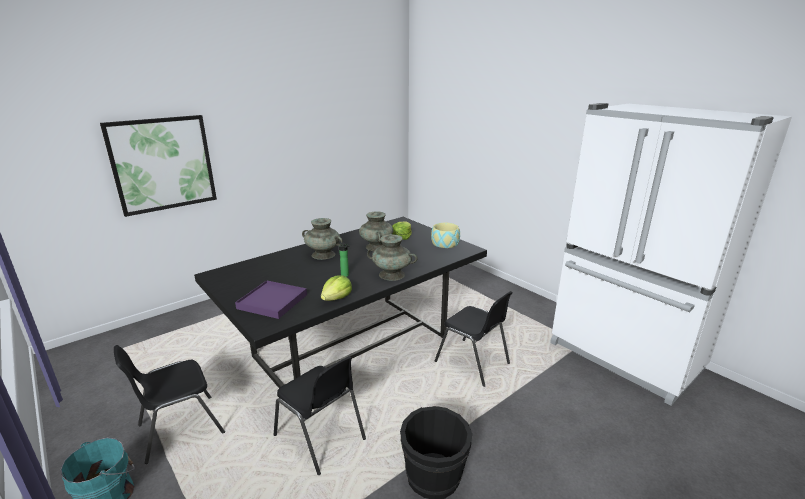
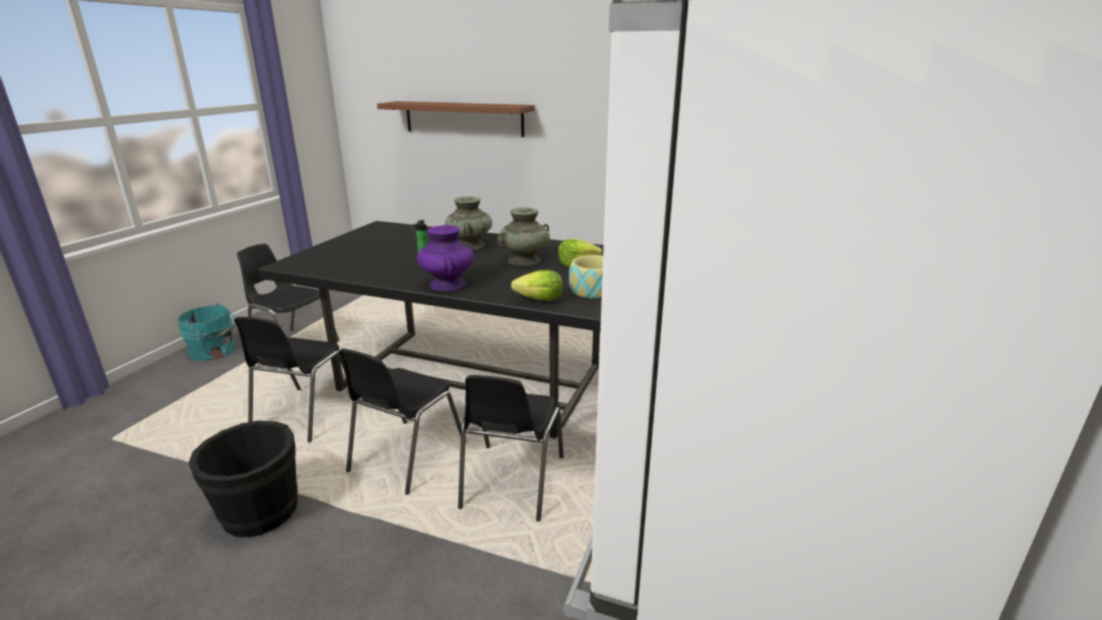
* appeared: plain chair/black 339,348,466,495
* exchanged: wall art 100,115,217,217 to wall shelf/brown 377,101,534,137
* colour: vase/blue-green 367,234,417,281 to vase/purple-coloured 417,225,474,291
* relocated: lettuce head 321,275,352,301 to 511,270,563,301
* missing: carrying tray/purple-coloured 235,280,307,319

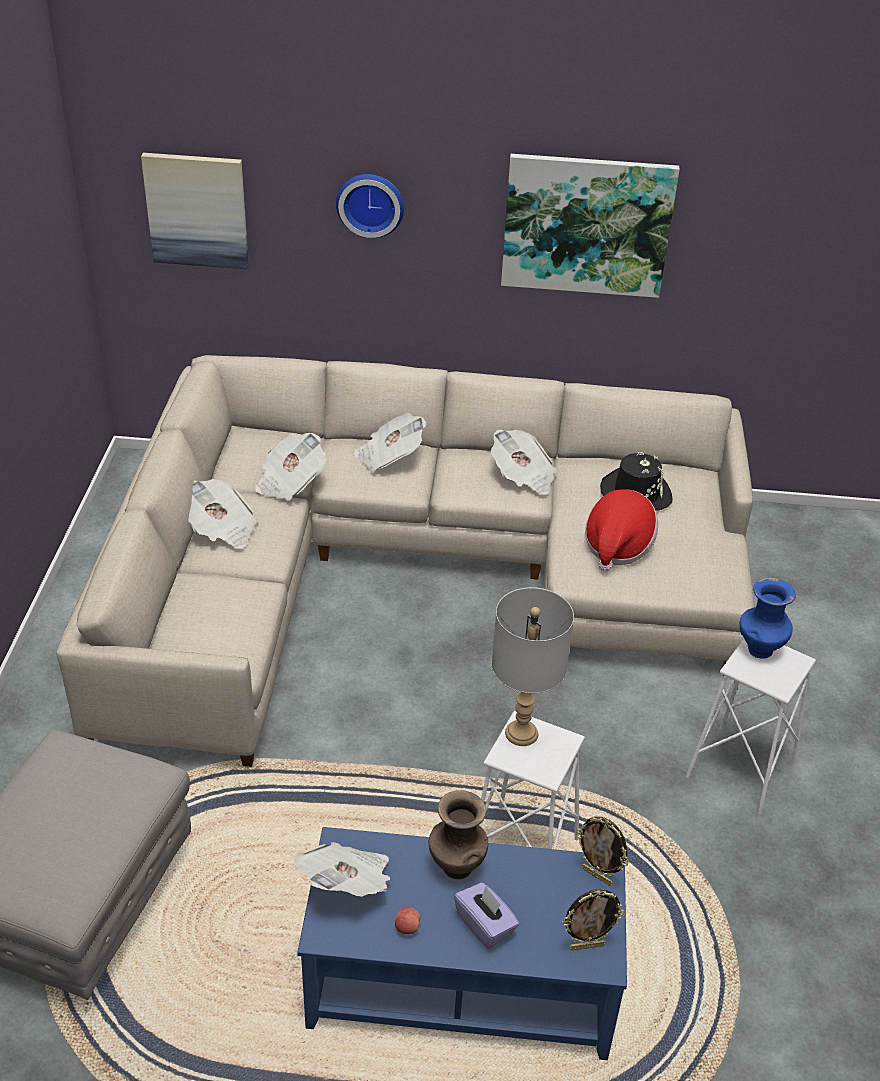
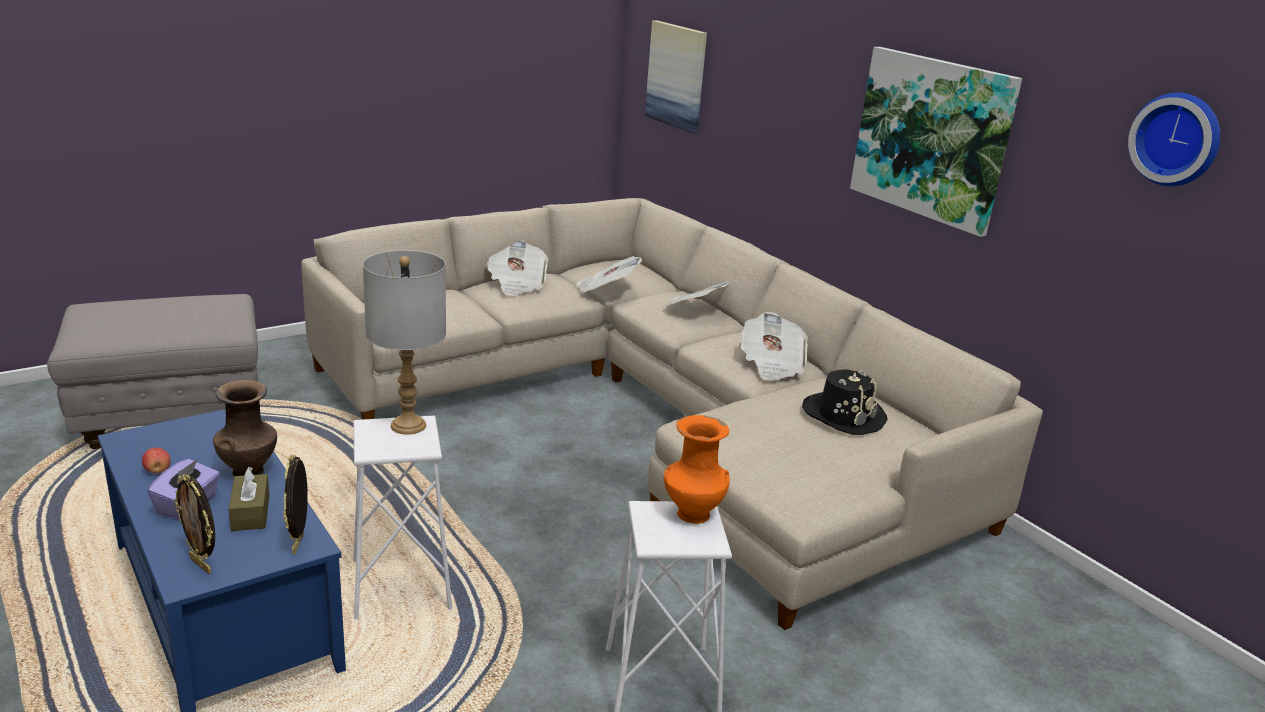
* appeared: tissue box/brown 229,467,270,531
* colour: vase/blue-coloured 739,578,796,659 to vase/orangey 664,415,730,524
* relocated: clock on the wall 336,174,404,238 to 1128,92,1221,186
* missing: newspaper 294,842,391,897
* missing: wearable hat 585,489,658,571

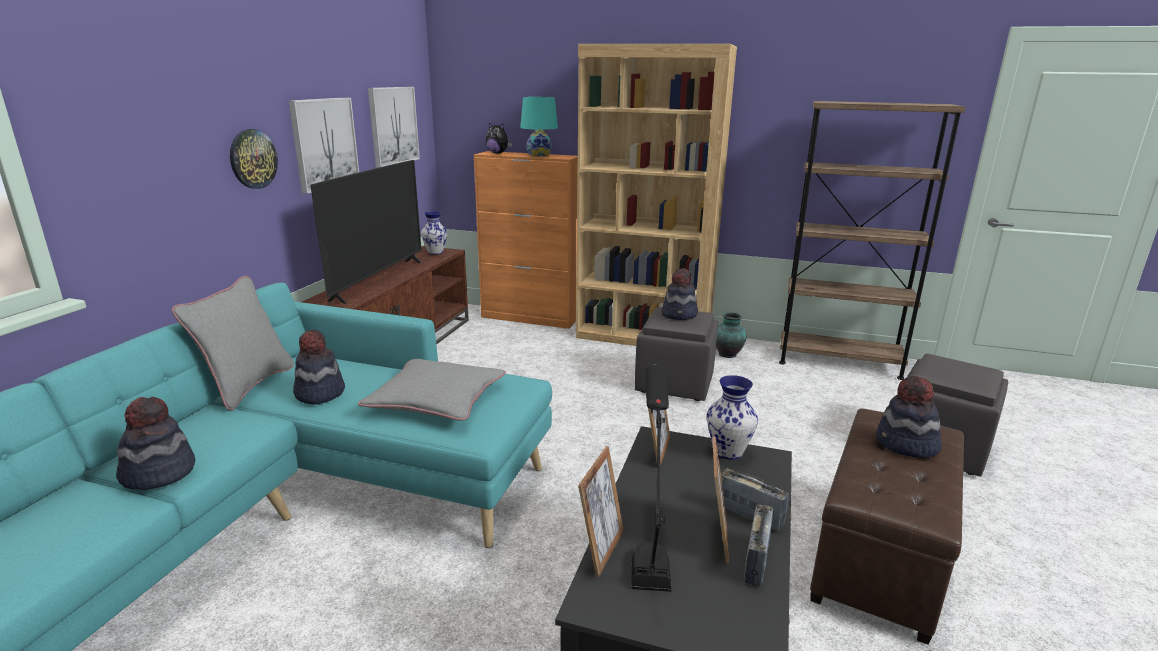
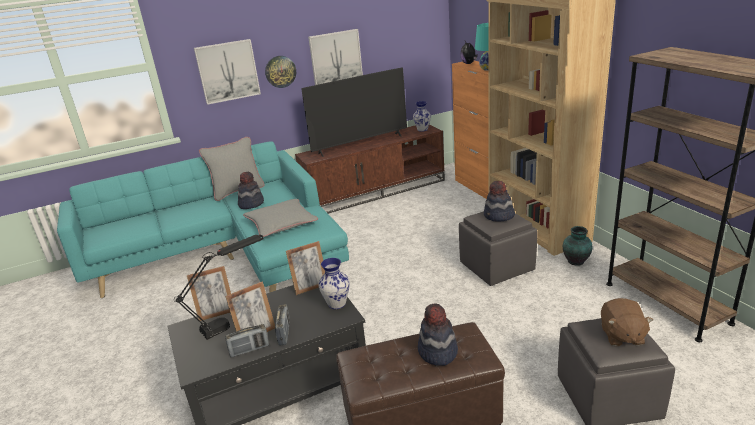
* relocated: wall art 368,87,420,168 to 194,39,261,105
* appeared: cuddly toy/brown 601,298,653,346
* missing: wearable hat 116,397,195,490

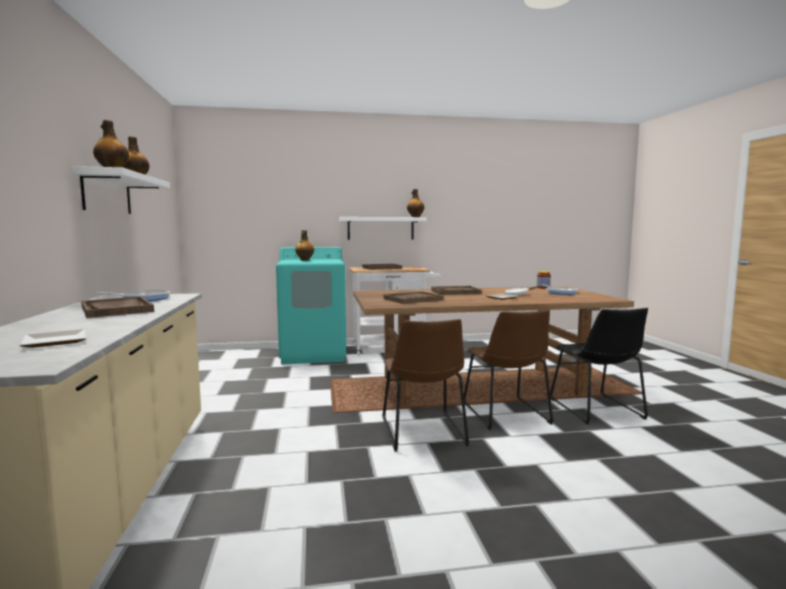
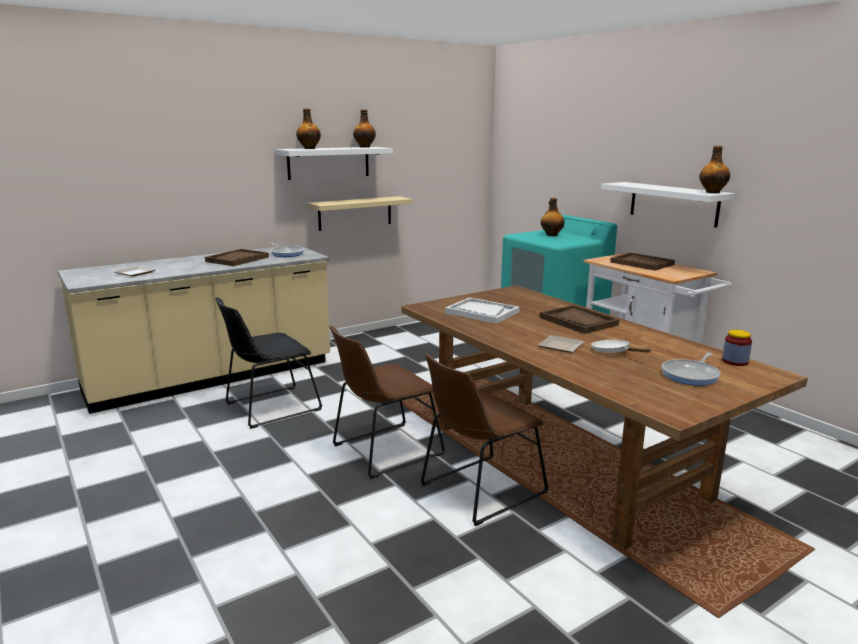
* relocated: plain chair/black 550,308,648,424 to 215,297,322,429
* appeared: wall shelf/beige-coloured 308,196,413,231
* colour: carrying tray/brown 383,291,443,304 to carrying tray/whitish 445,298,520,324

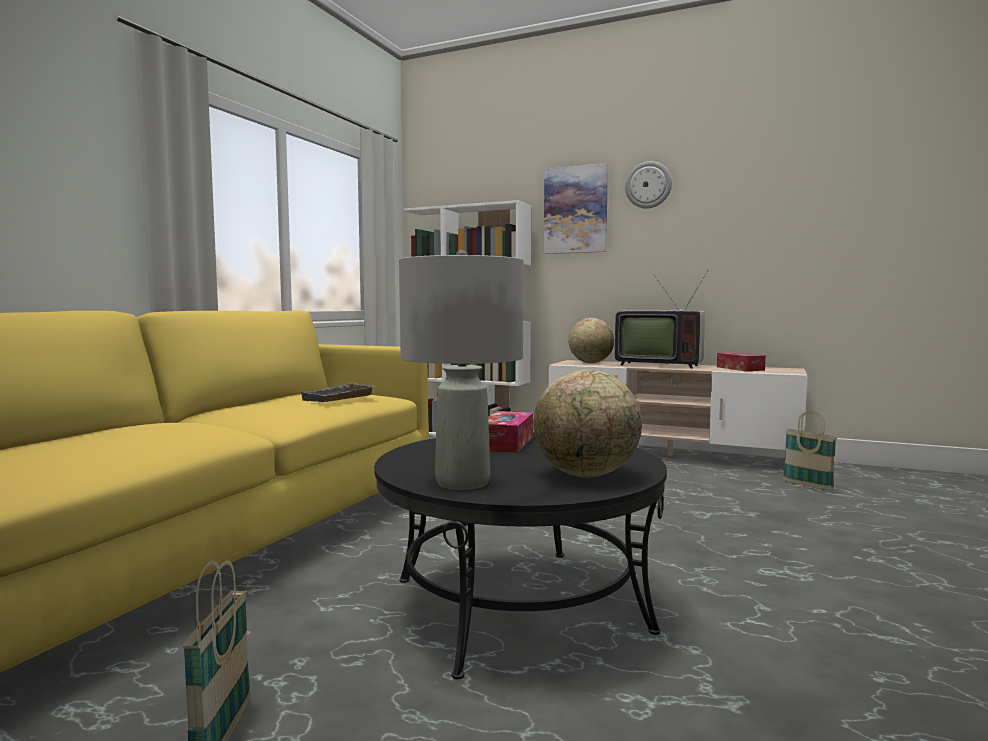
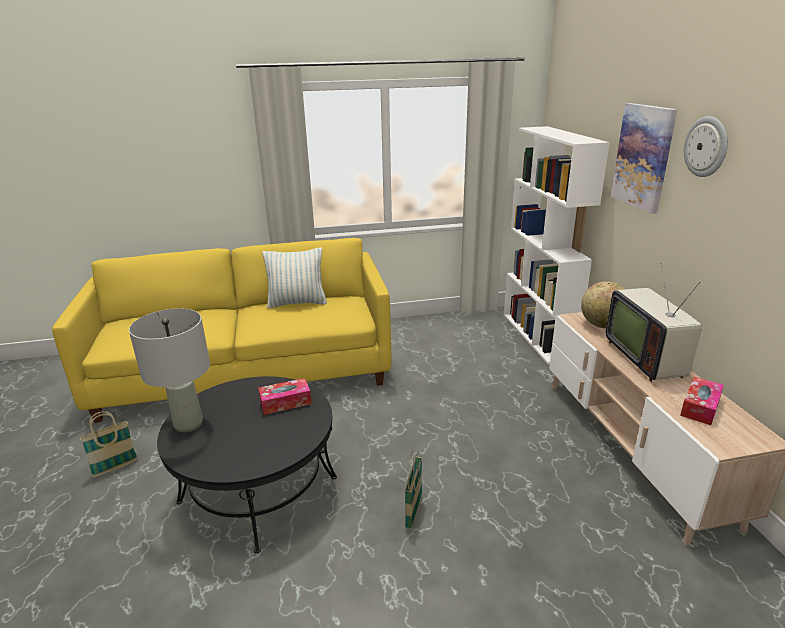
* appeared: pillow 262,248,327,308
* relocated: household basket 782,411,837,490 to 405,451,422,530
* missing: carrying tray/gray 301,382,375,402
* missing: globe 534,370,642,477

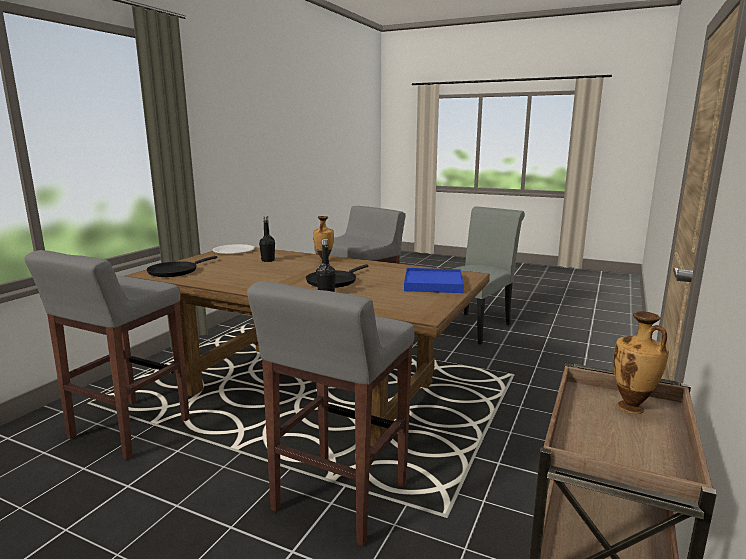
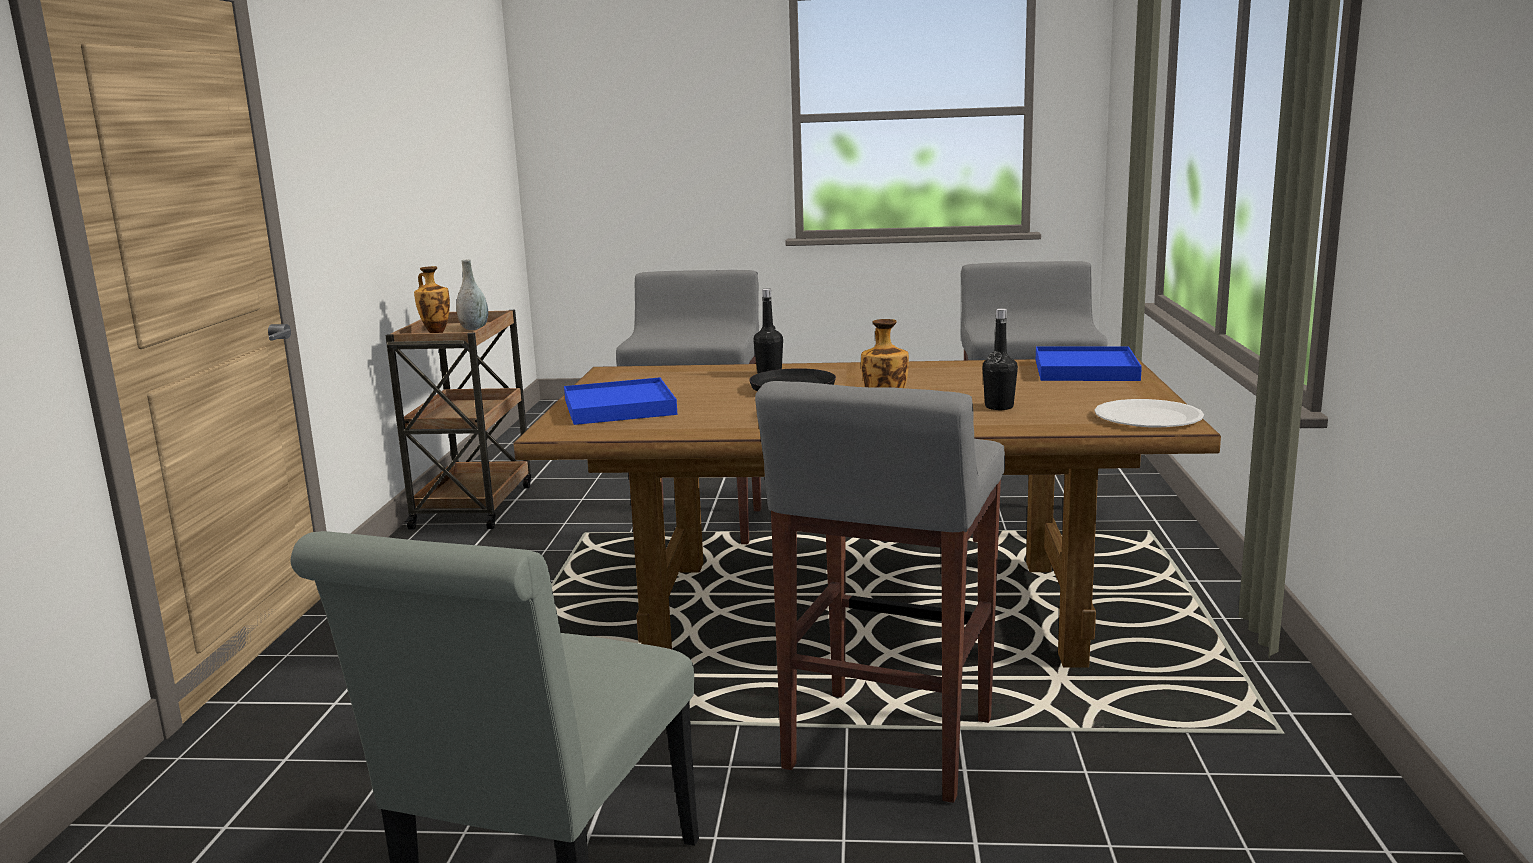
* appeared: vase/gray 456,259,488,330
* exchanged: skillet/black 147,256,217,277 to carrying tray/blue-coloured 1036,346,1142,381

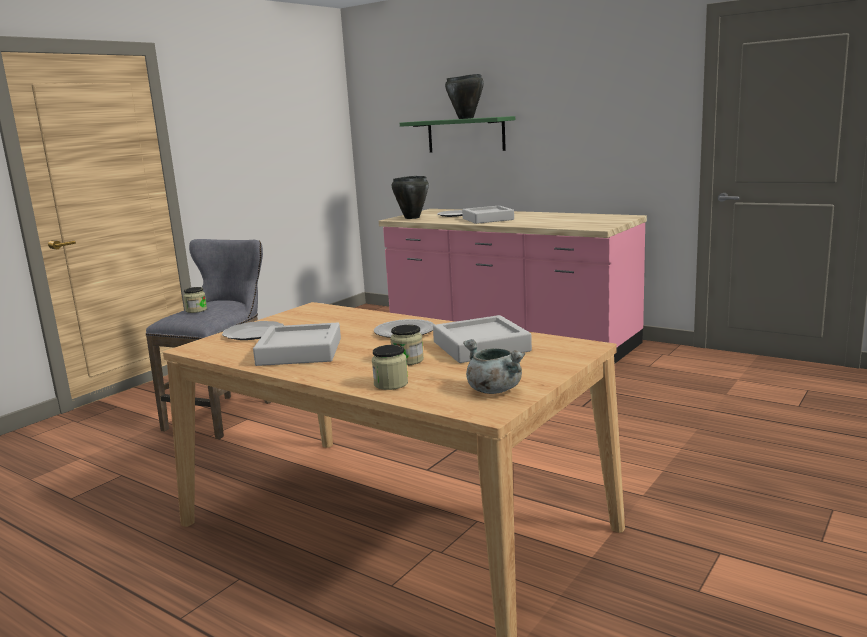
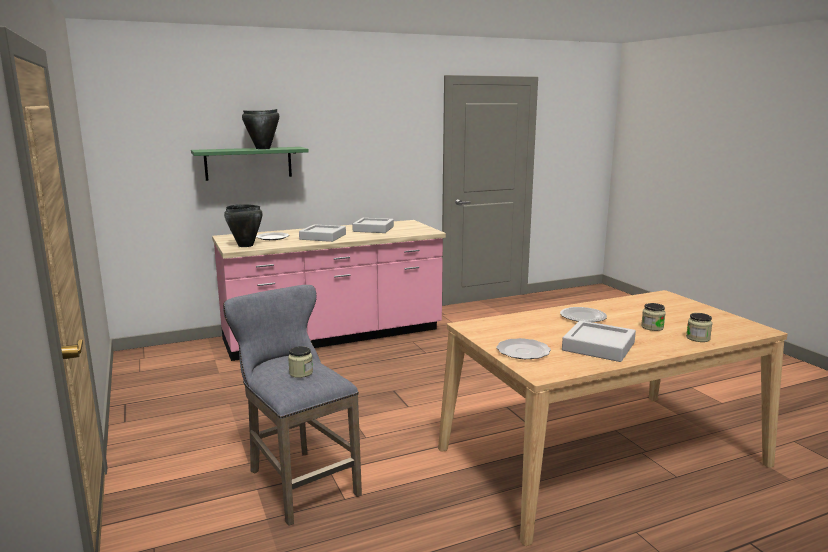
* relocated: carrying tray/gray 433,315,532,363 to 352,218,394,233
* missing: cooking pot/gray 463,339,525,394

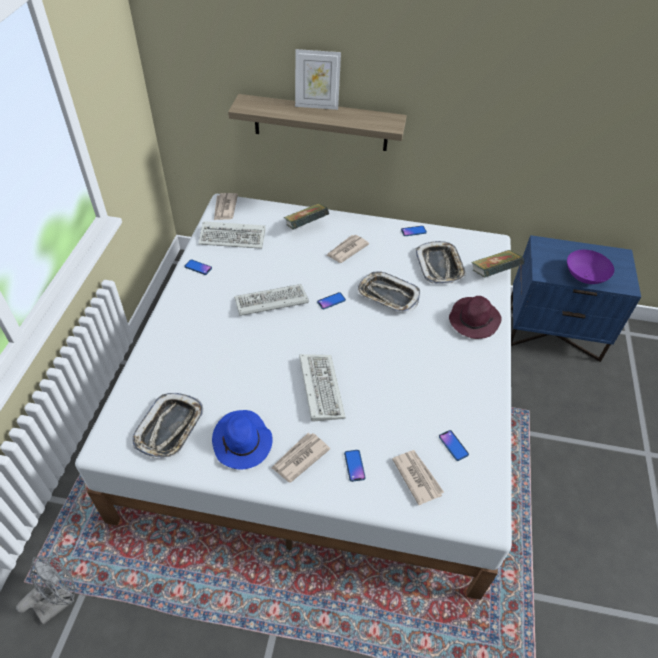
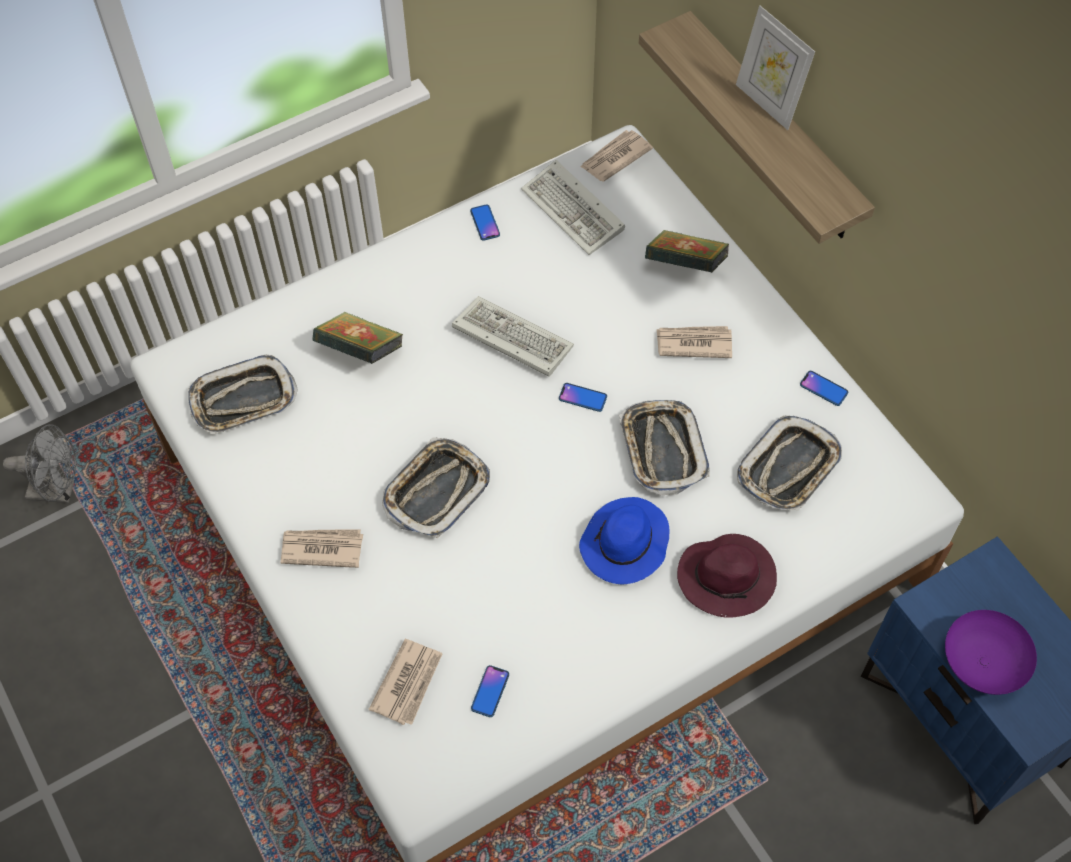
* relocated: bound book 471,250,524,278 to 312,312,403,364
* exchanged: keyboard 299,354,346,421 to carrying tray 382,437,490,538
* relocated: wearable hat/blue-coloured 212,410,273,469 to 579,497,670,584
* missing: handset 344,450,366,482

